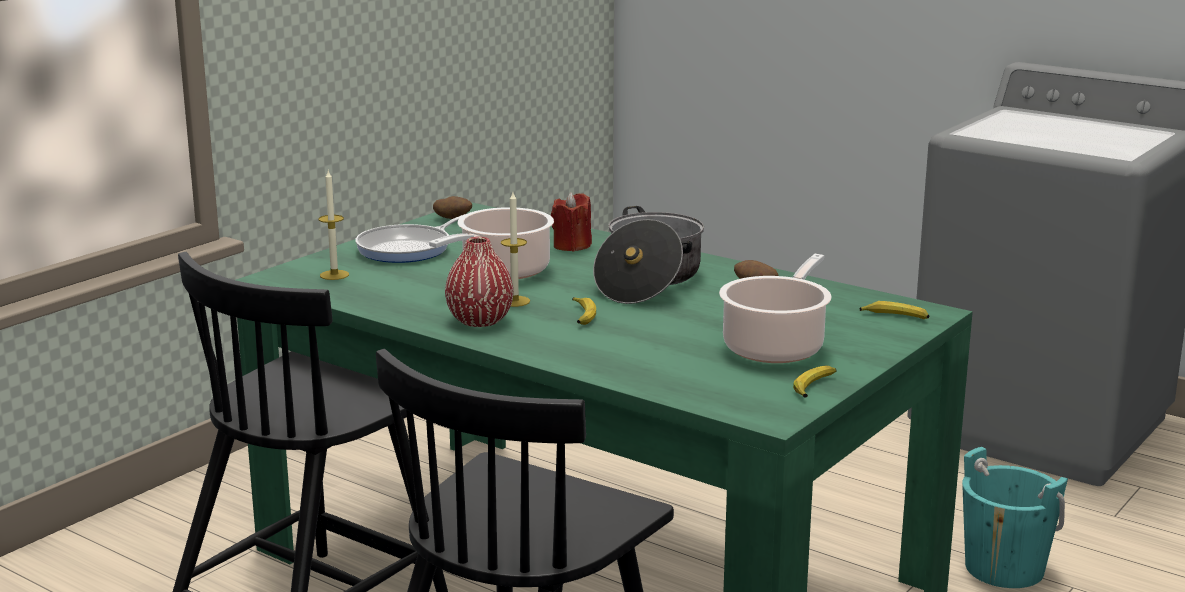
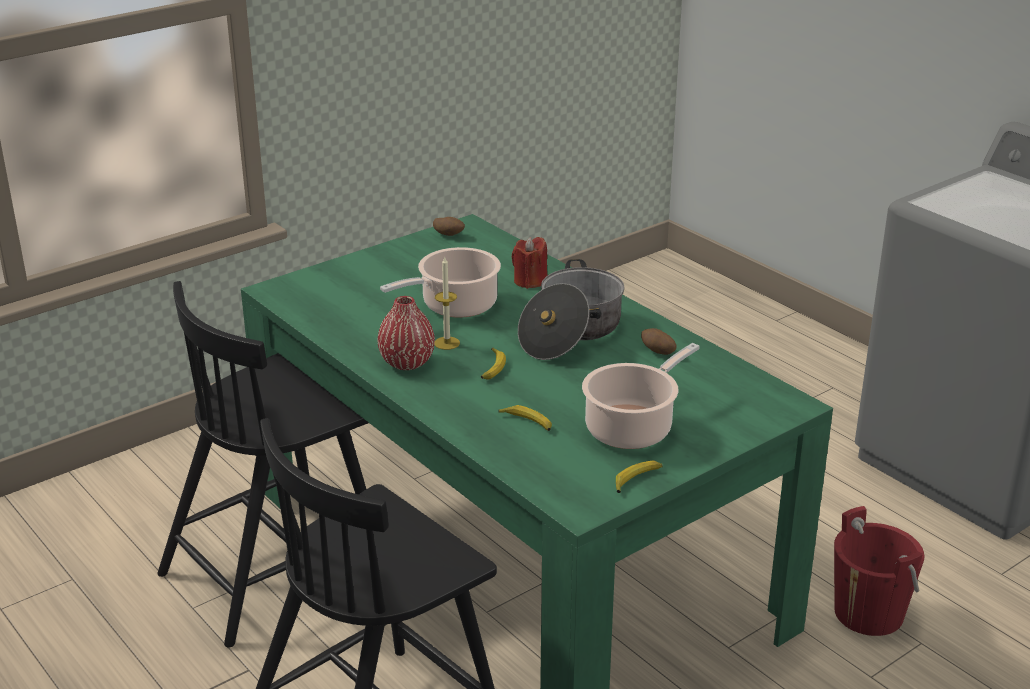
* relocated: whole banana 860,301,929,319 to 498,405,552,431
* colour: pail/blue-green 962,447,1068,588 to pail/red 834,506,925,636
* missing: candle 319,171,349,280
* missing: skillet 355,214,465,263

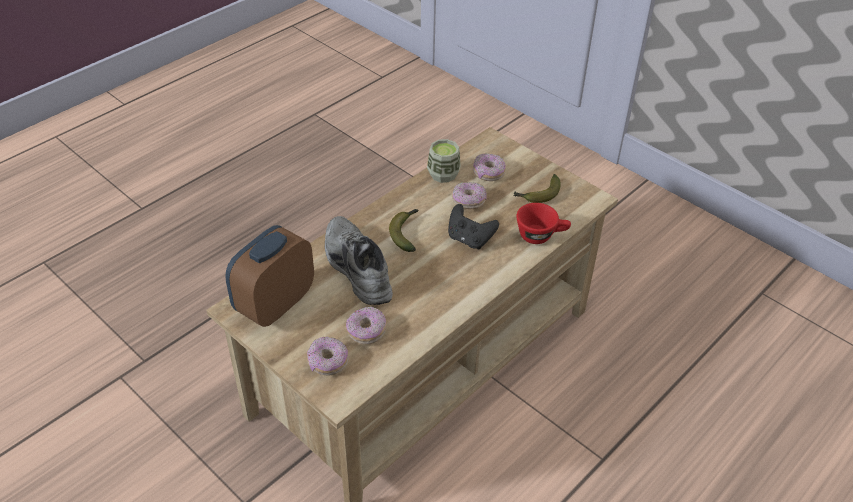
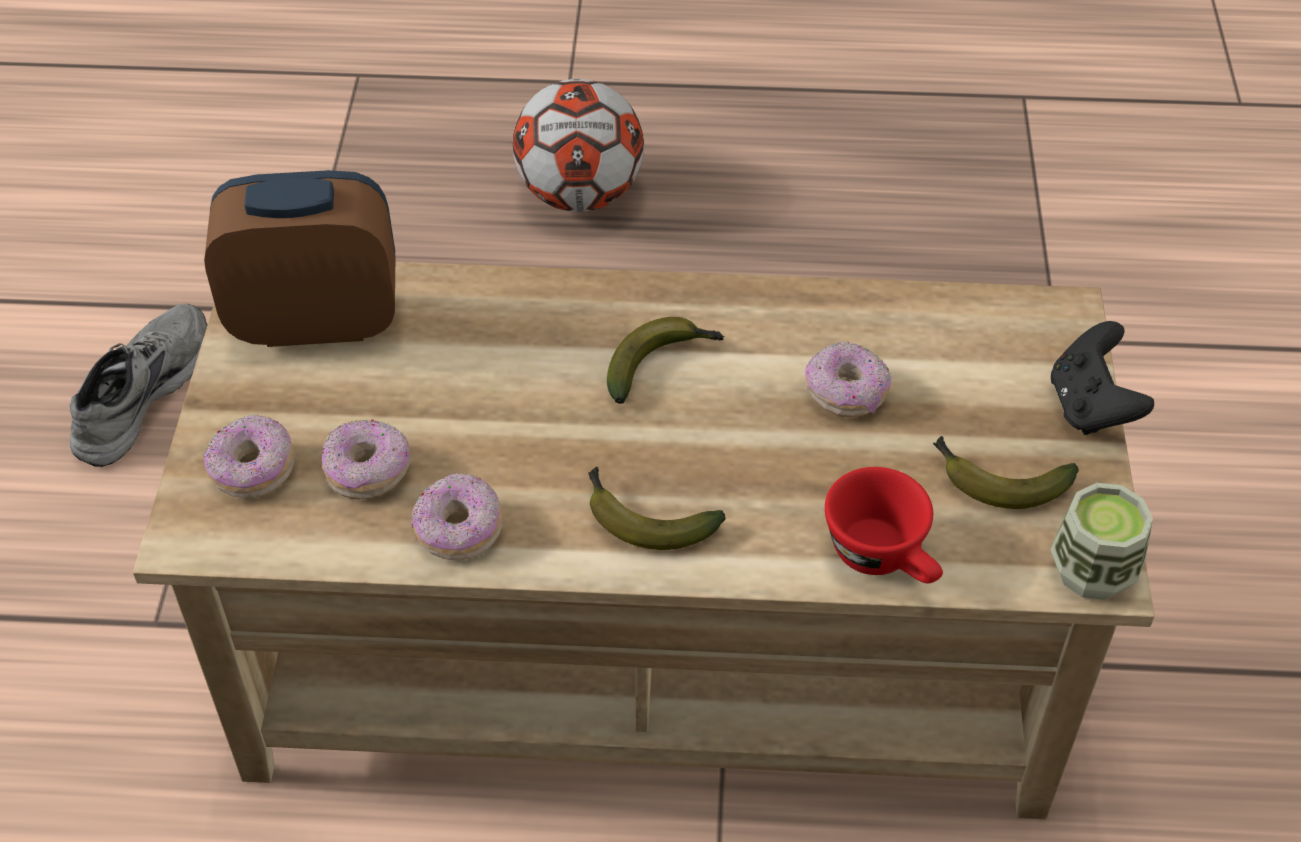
* relocated: low shoe/gray 325,216,393,305 to 69,304,208,467
* relocated: donut 473,153,506,181 to 411,473,503,560
* appeared: ball for football 512,79,644,212
* appeared: whole banana 588,466,726,550
* relocated: drinking cup 427,139,461,183 to 1050,483,1153,600
* relocated: game controller/black 448,204,499,249 to 1051,321,1154,435

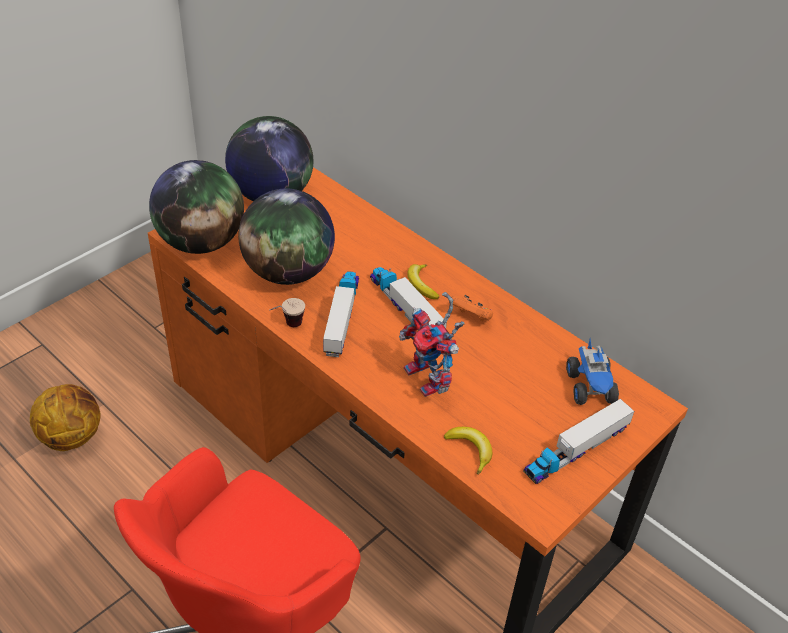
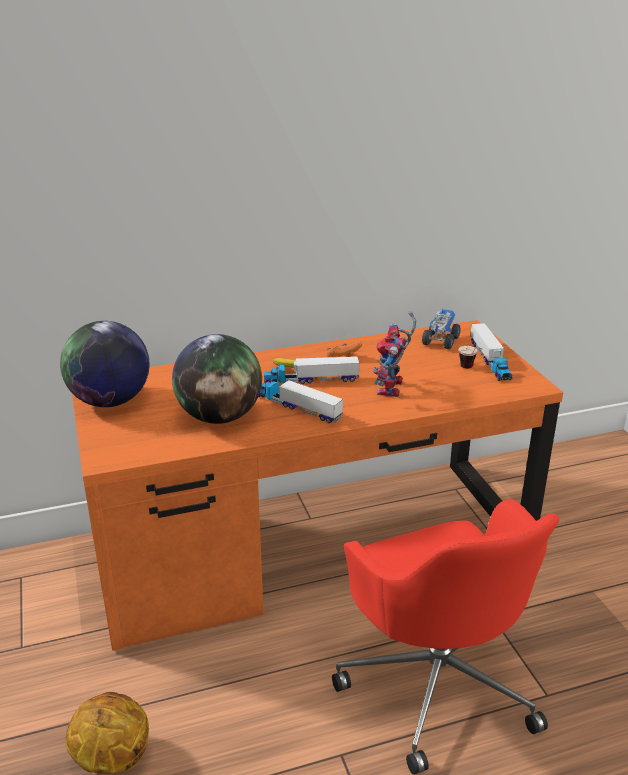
* spun: robot figure 399,292,465,397 = 373,312,416,397 105 degrees clockwise
* spun: toy lorry 566,338,619,405 = 422,310,461,349 90 degrees counterclockwise
* relocated: drinking cup 269,298,305,327 to 459,346,482,368
* missing: globe 149,160,244,254
* missing: whole banana 444,427,492,475

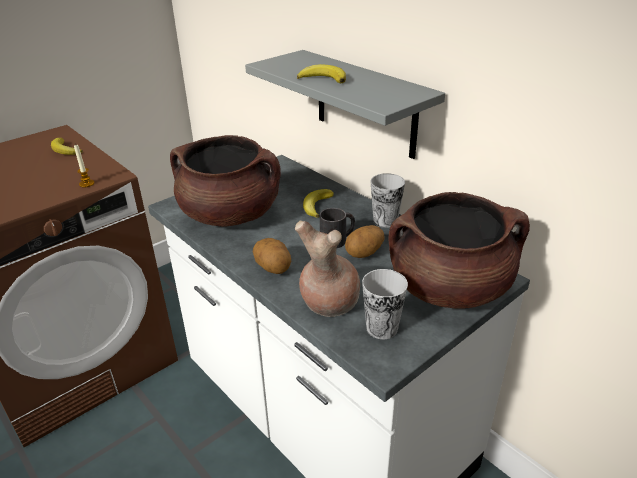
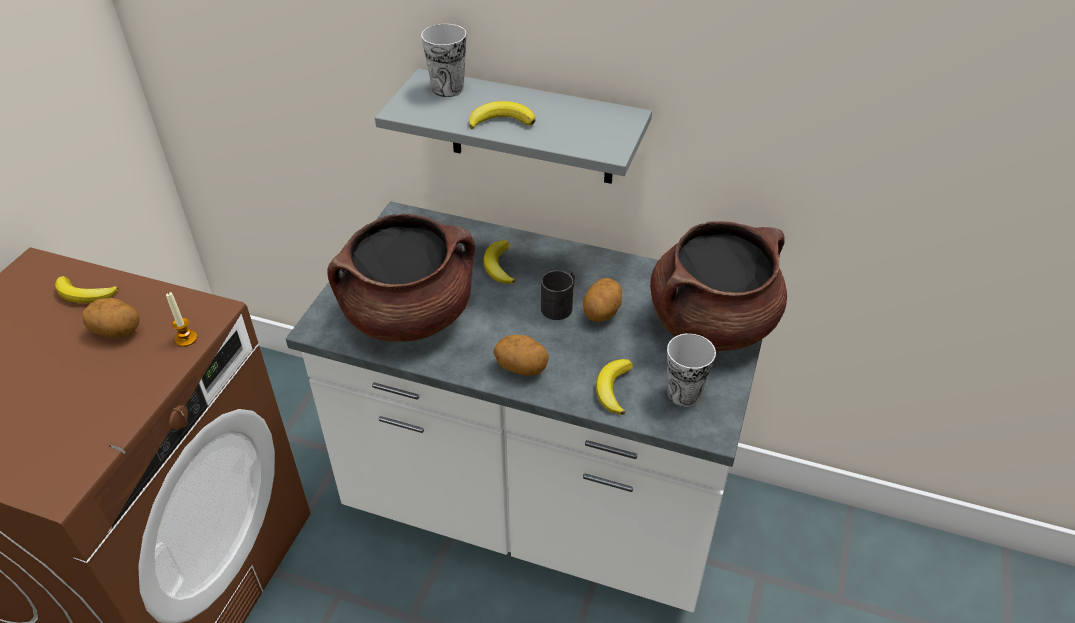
* appeared: whole potato 82,298,139,338
* relocated: drinking cup 371,173,405,228 to 421,24,466,97
* exchanged: vase/brown 295,221,360,317 to whole banana 596,359,633,415

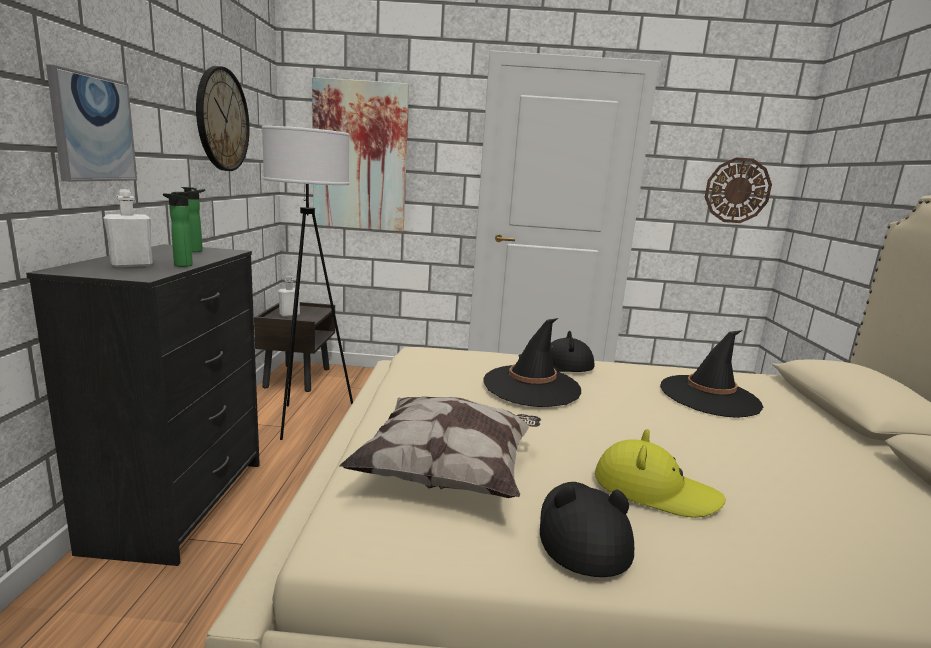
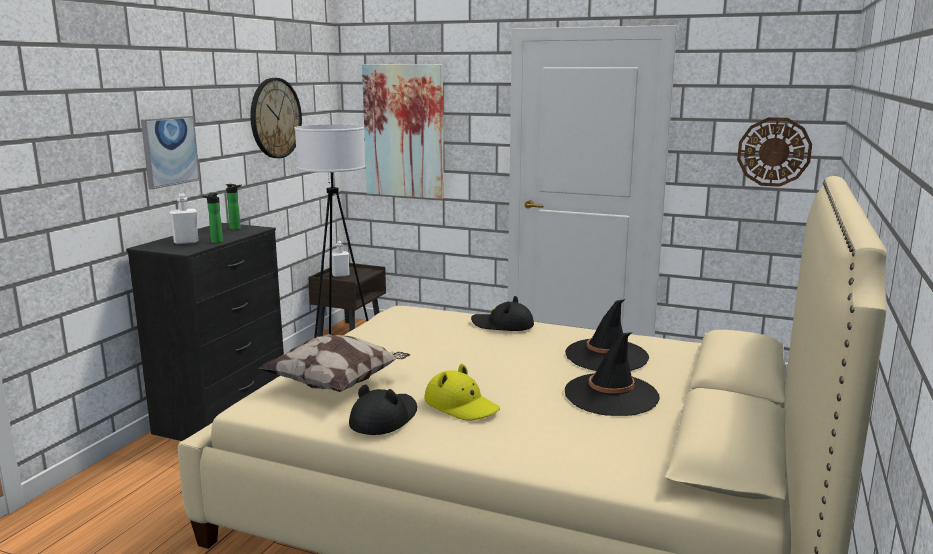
* relocated: wearable hat/black 483,318,581,407 to 565,332,660,416

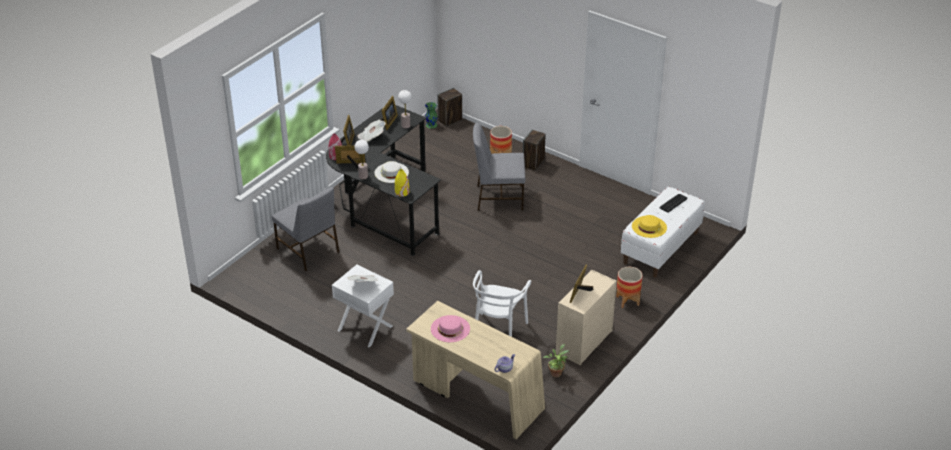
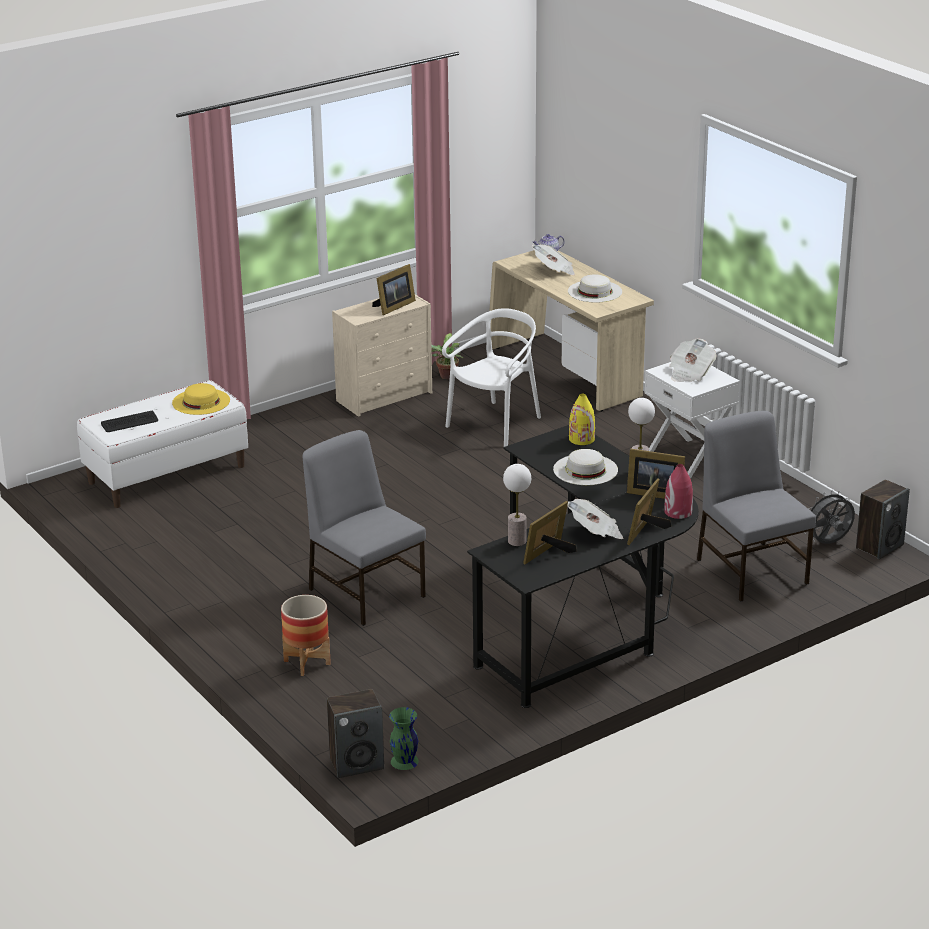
* spun: plain chair/gray 473,123,525,211 = 303,430,426,626 150 degrees counterclockwise
* appeared: newspaper 532,244,575,275
* colour: wearable hat/pink 431,315,470,342 to wearable hat/whitish 568,274,622,303
* appeared: fan/gray 804,490,855,544
* relocated: speaker 523,130,546,171 to 856,480,910,559
* missing: plant pot 616,267,643,308

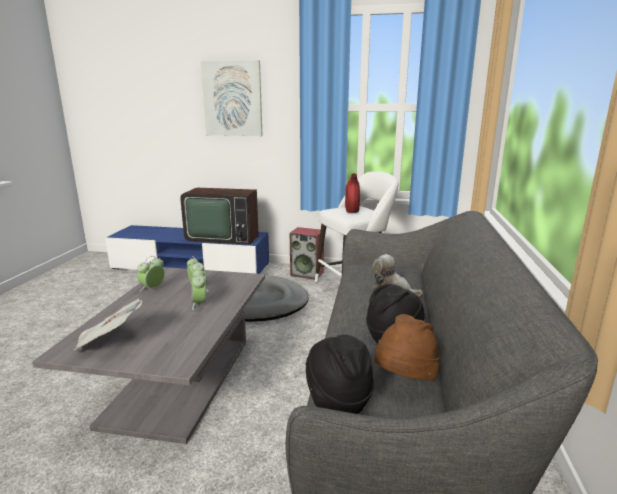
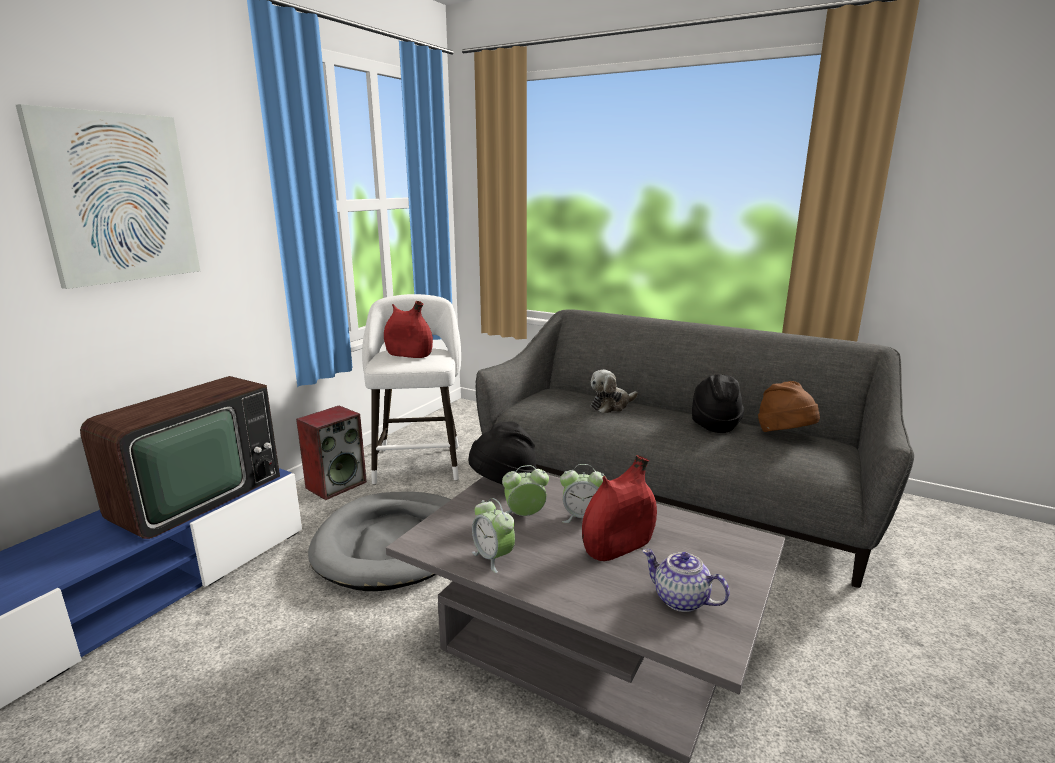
* relocated: wearable hat/black 306,335,374,414 to 469,421,537,485
* appeared: vase/red 582,455,657,561
* exchanged: newspaper 73,298,142,351 to pot for tea 642,549,730,612

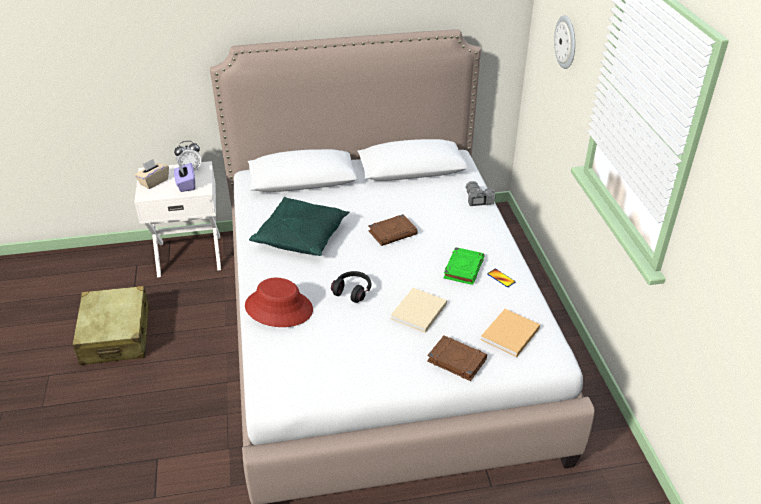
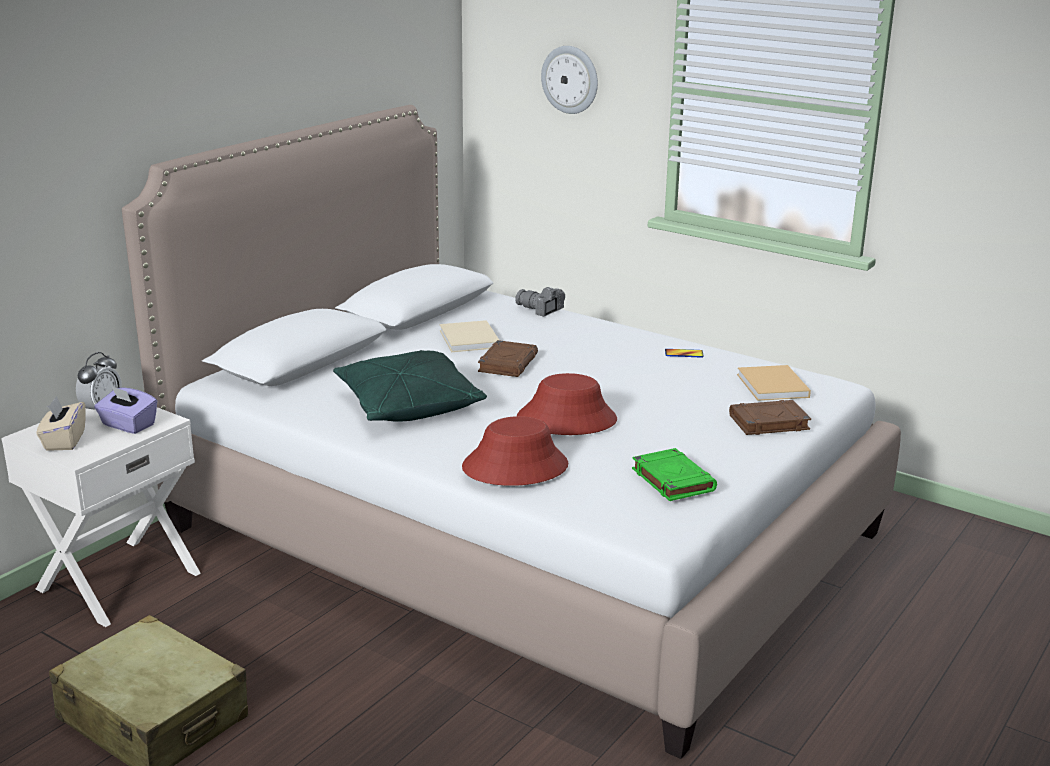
* relocated: bound book/beige-coloured 391,288,447,333 to 440,320,499,352
* exchanged: headphones/black 331,271,371,303 to wearable hat/red 517,373,617,435
* relocated: bound book/green 443,247,484,285 to 632,448,717,501

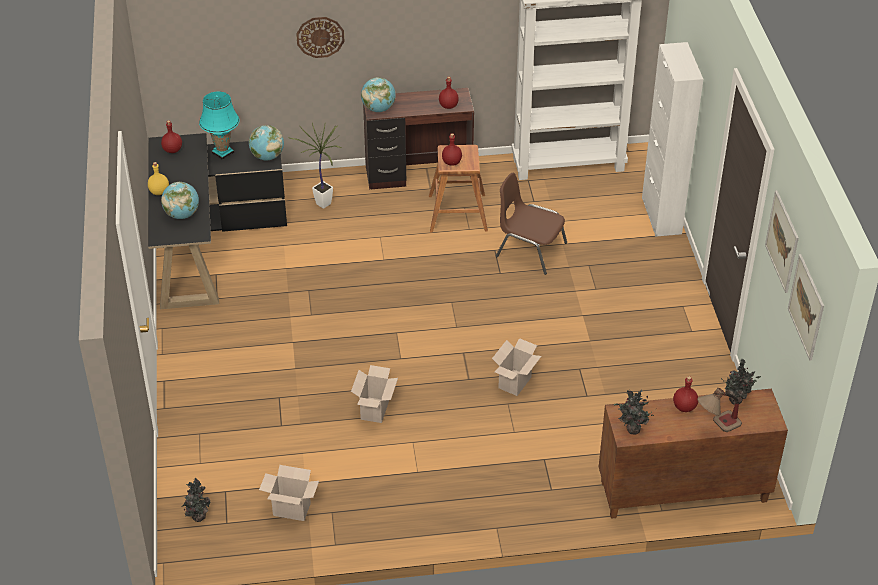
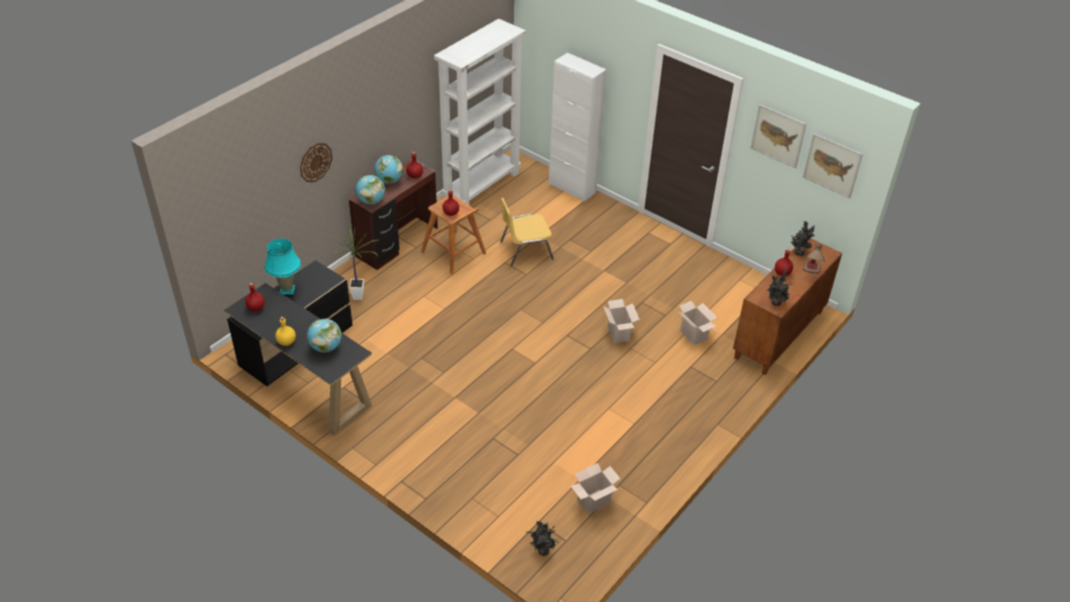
* relocated: globe 249,125,284,160 to 374,155,403,184
* colour: plain chair/brown 496,173,567,275 to plain chair/yellowish 500,198,554,266
* relocated: carton 351,365,398,423 to 679,301,717,345

